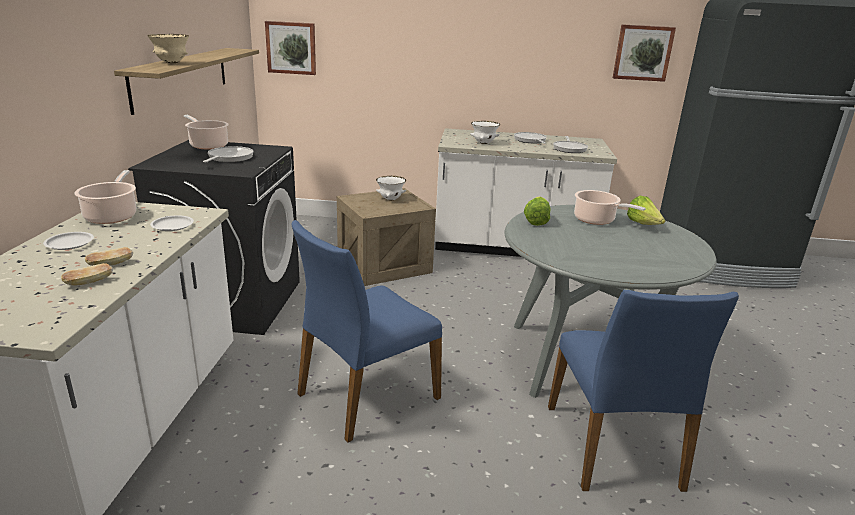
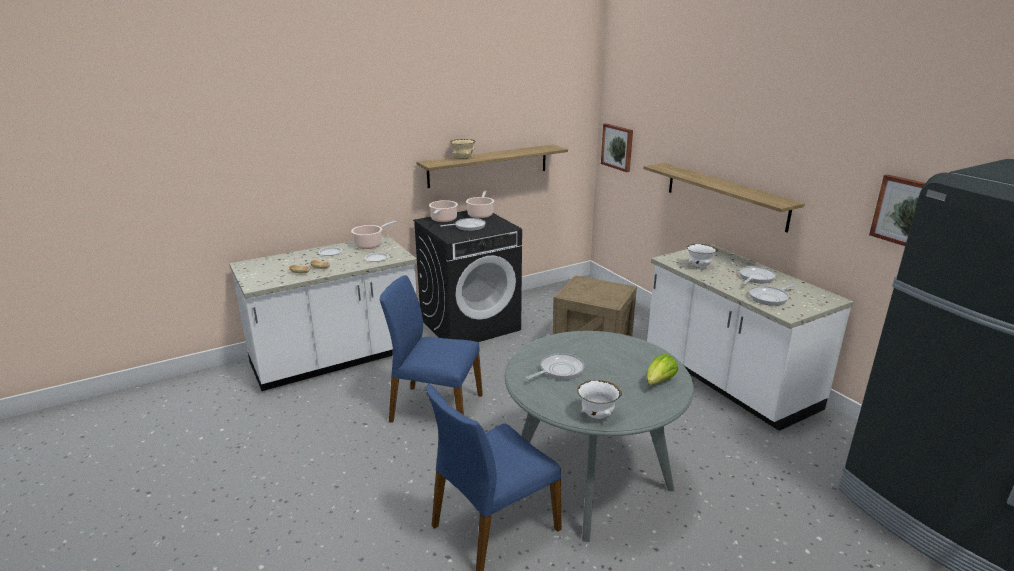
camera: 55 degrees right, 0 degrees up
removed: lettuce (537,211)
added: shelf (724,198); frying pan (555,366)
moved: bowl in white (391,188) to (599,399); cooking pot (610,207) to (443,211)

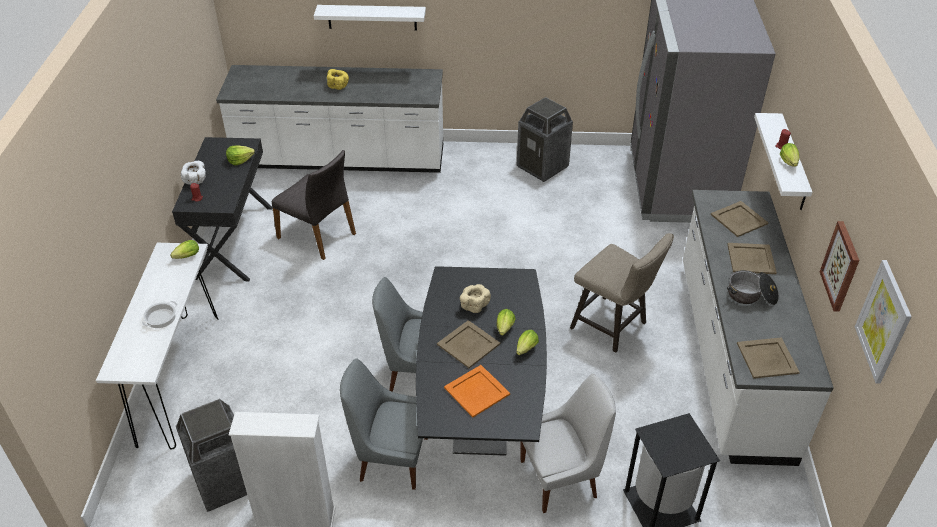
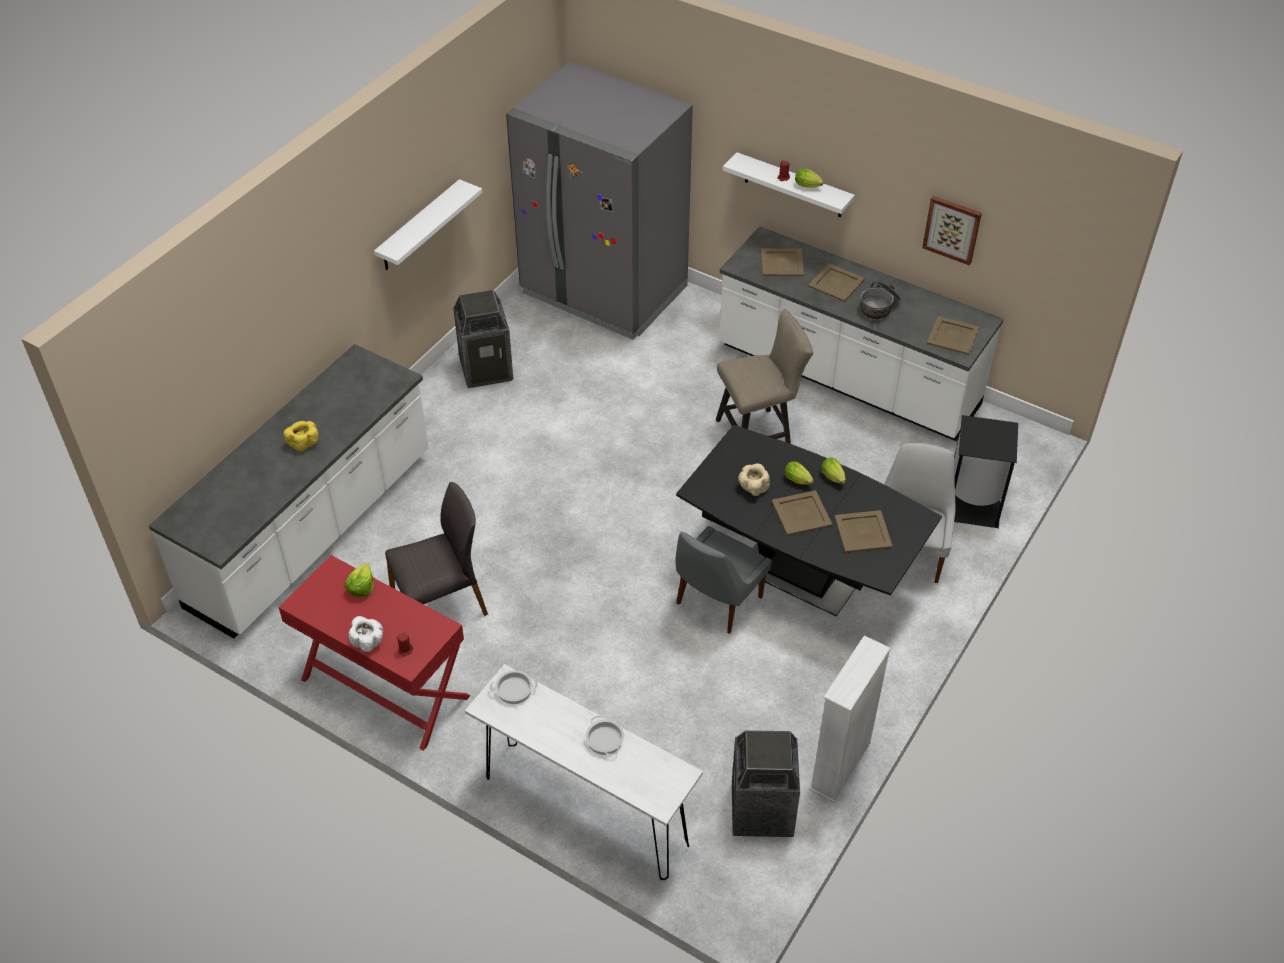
camera: 60 degrees left, 5 degrees up
removed: picture (883,322); chair in grey (384,424)
moved: shelf in white (370,17) to (428,224)
replaced: lettuce (184,249) to cooking pot (514,687)
recoloured: desk in black (222,209) to desk in red (374,653); tray in orange (477,391) to tray in beige (863,531)

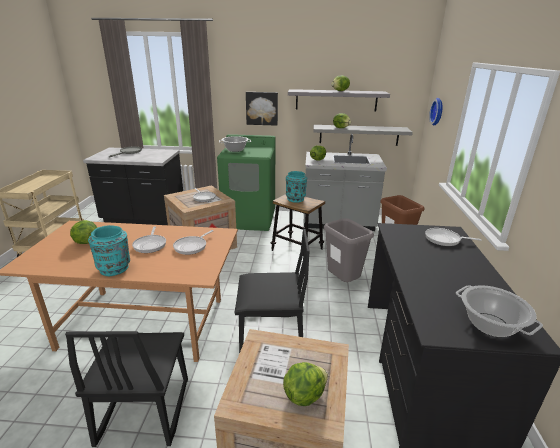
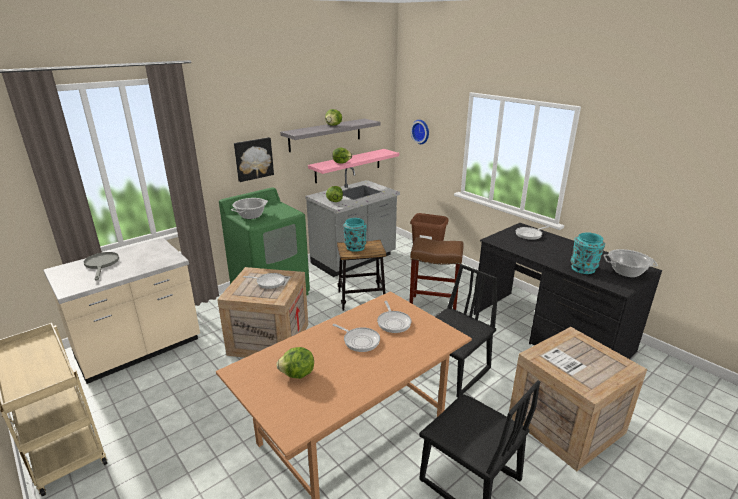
camera: 45 degrees left, 0 degrees up
removed: lettuce (305,384)
moved: vase in turquoise (109,250) to (588,253)
replaced: trash can in grey (349,250) to stool in brown (437,273)
recoloured: shelf in grey (363,135) to shelf in pink (353,166); counter in black (133,186) to counter in beige (121,311)

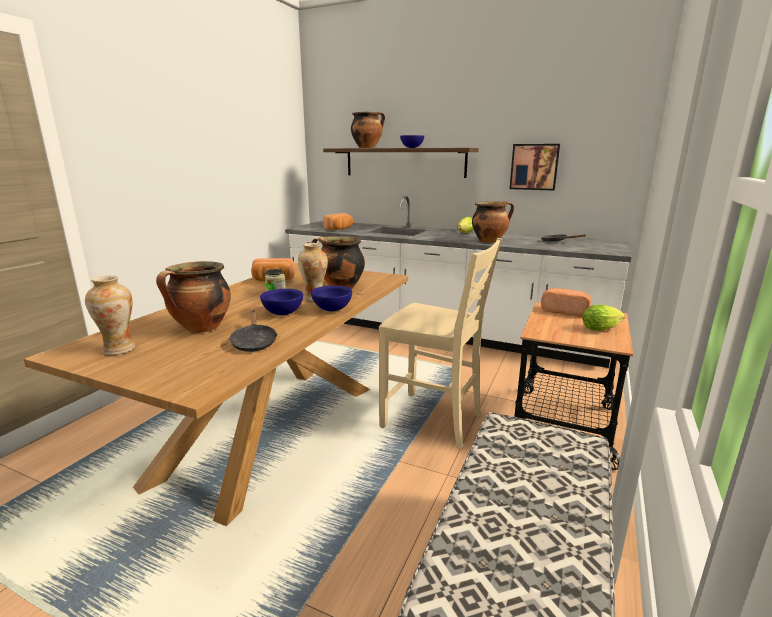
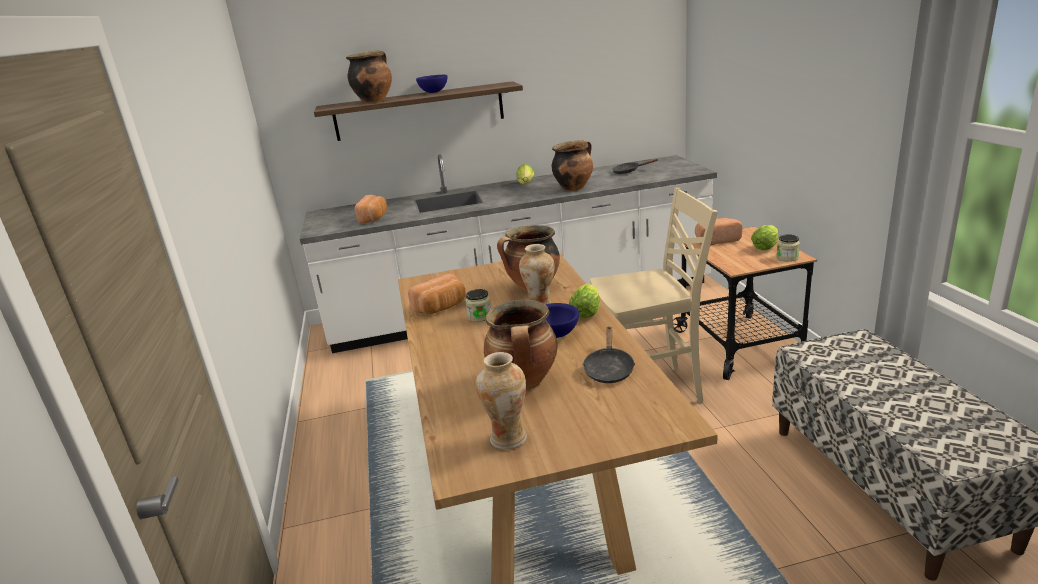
camera: 35 degrees left, 5 degrees up
removed: picture (535,167)
added: jar (788,248)
replaced: bowl in blue (331,298) to lettuce (584,301)
turned: frying pan in black (253,331) = (608,354) 60 degrees clockwise

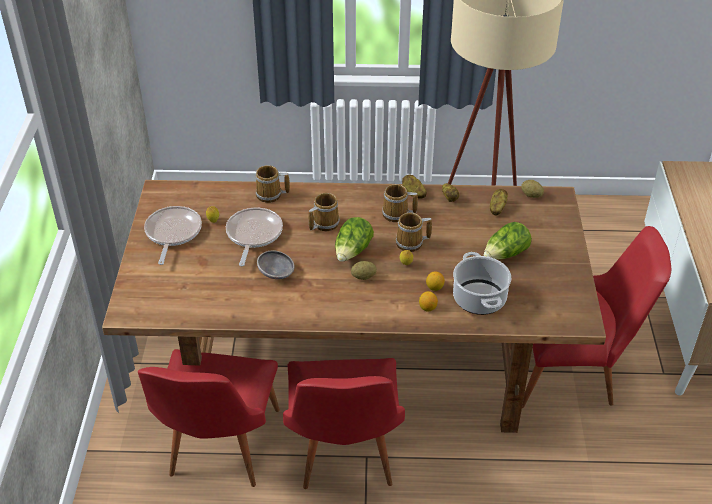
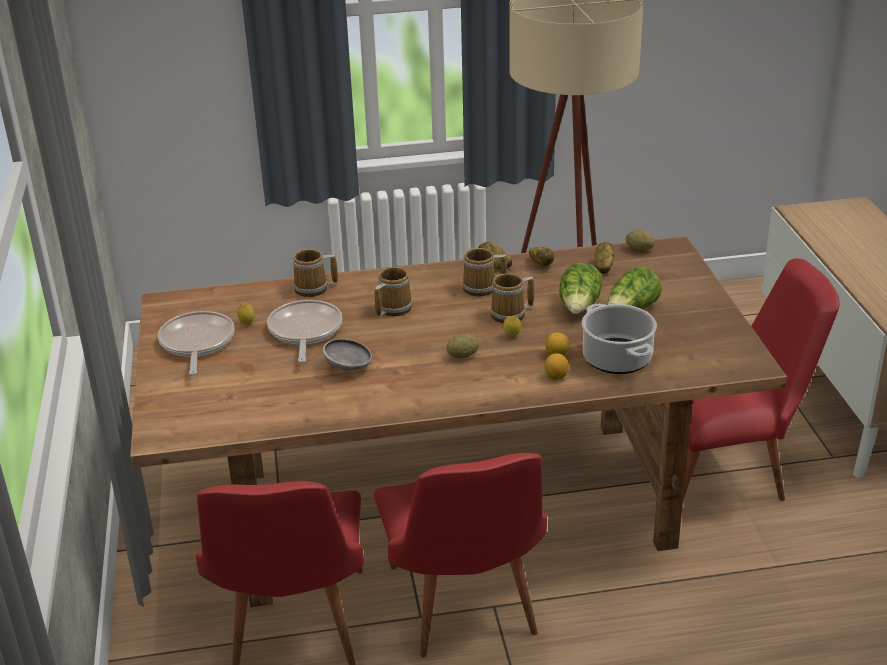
camera: 10 degrees left, 10 degrees down
moved: lettuce (354,239) to (580,288)

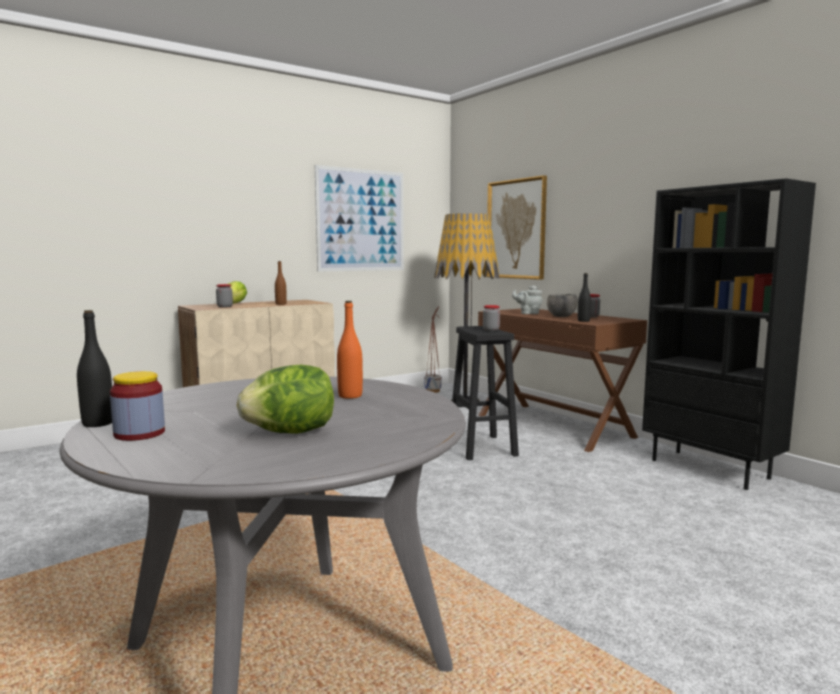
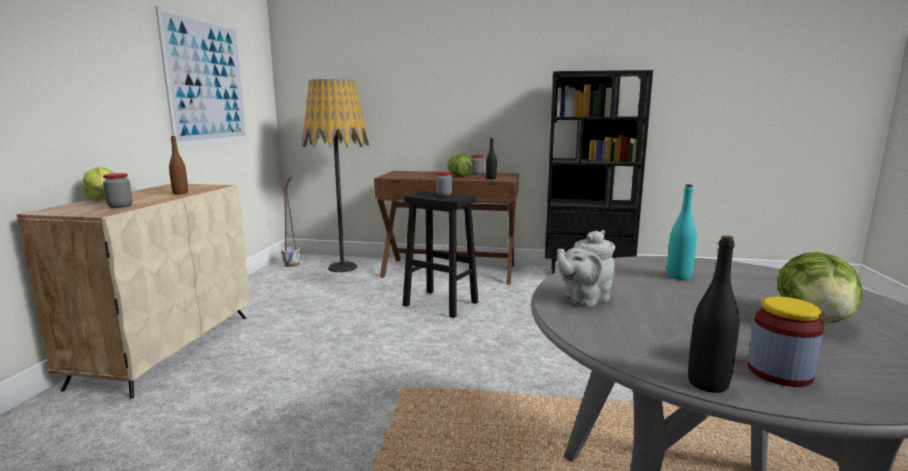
camera: 45 degrees left, 5 degrees up
removed: picture (516,227)
moved: teapot in grey (527,299) to (586,268)
replaced: bowl in grey (562,305) to lettuce (459,165)
recoloured: bottle in orange (350,350) to bottle in turquoise (682,232)

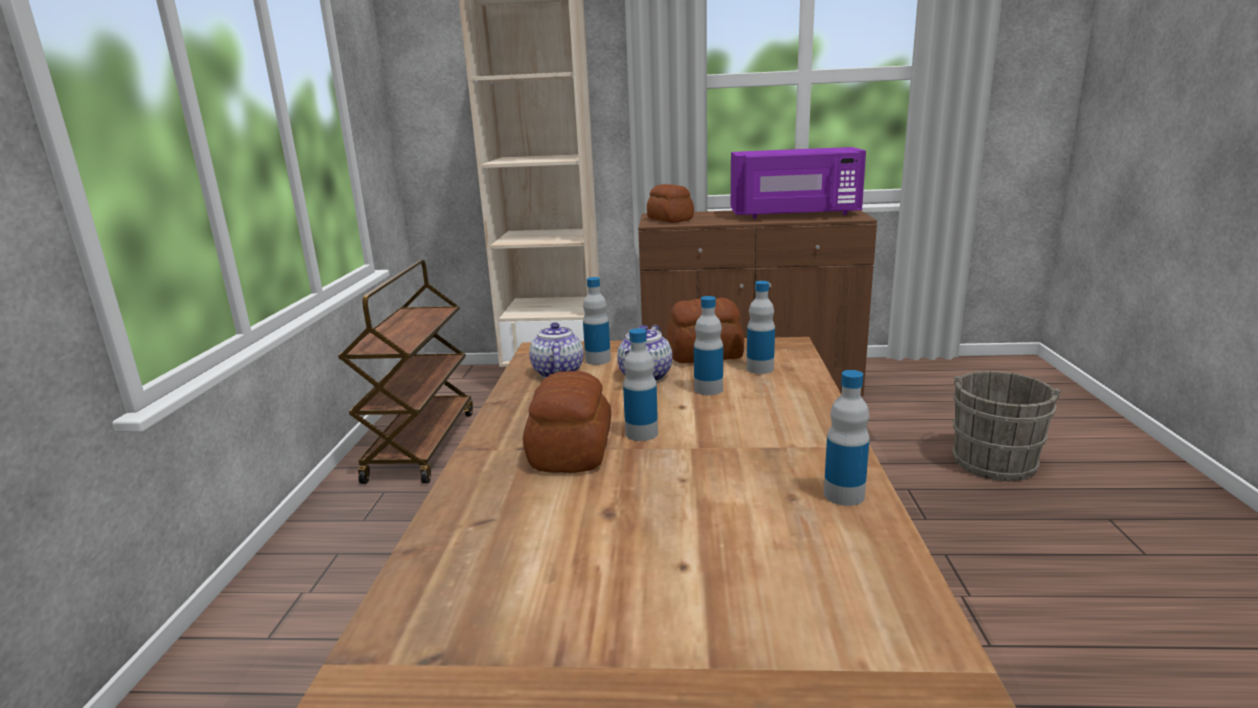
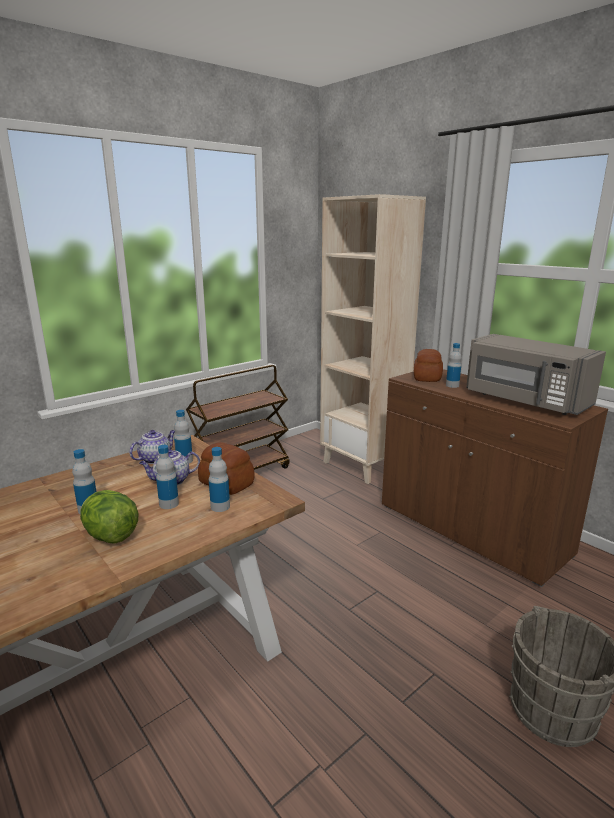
camera: 45 degrees right, 0 degrees up
removed: bread (567,422)
added: lettuce (109,517)
moved: bottle (847,438) to (454,365)
recoloured: microwave in purple (798,182) to microwave in grey (536,374)

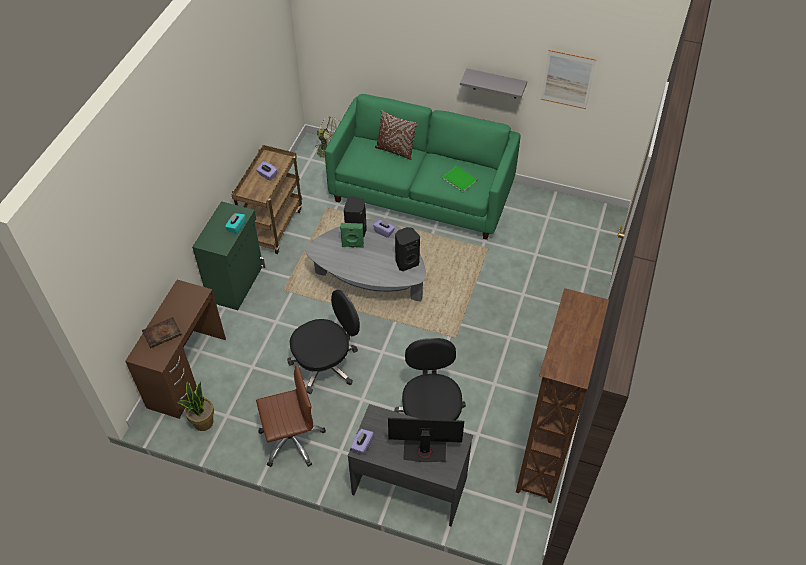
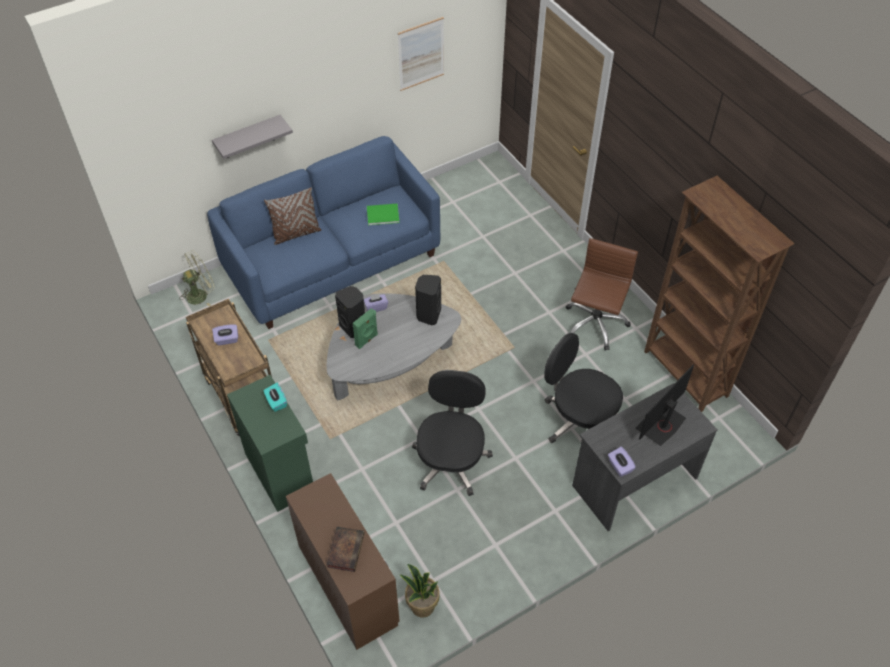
camera: 50 degrees left, 0 degrees up
moved: shelf in grey (493,83) to (252,137); office chair in brown (291,416) to (602,294)
recoloured: sofa in green (422,167) to sofa in blue (323,232)

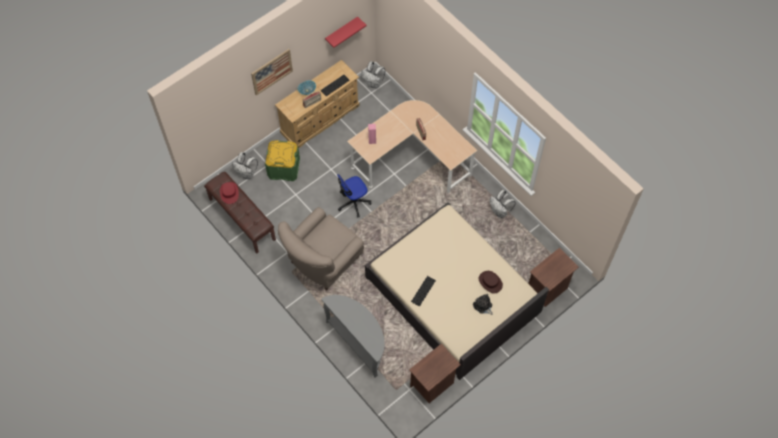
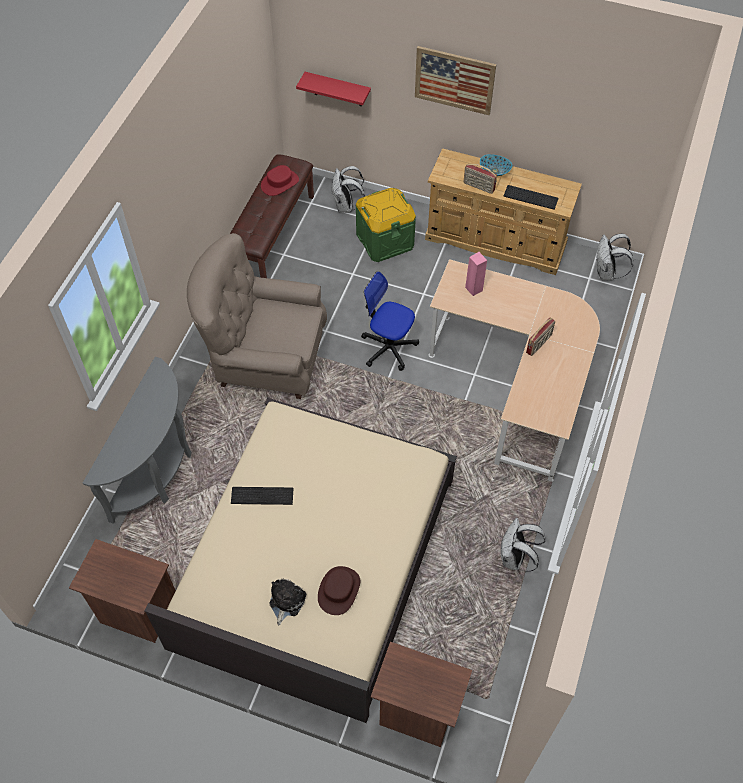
camera: 60 degrees right, 5 degrees down
moved: shelf in red (346,32) to (333,89)

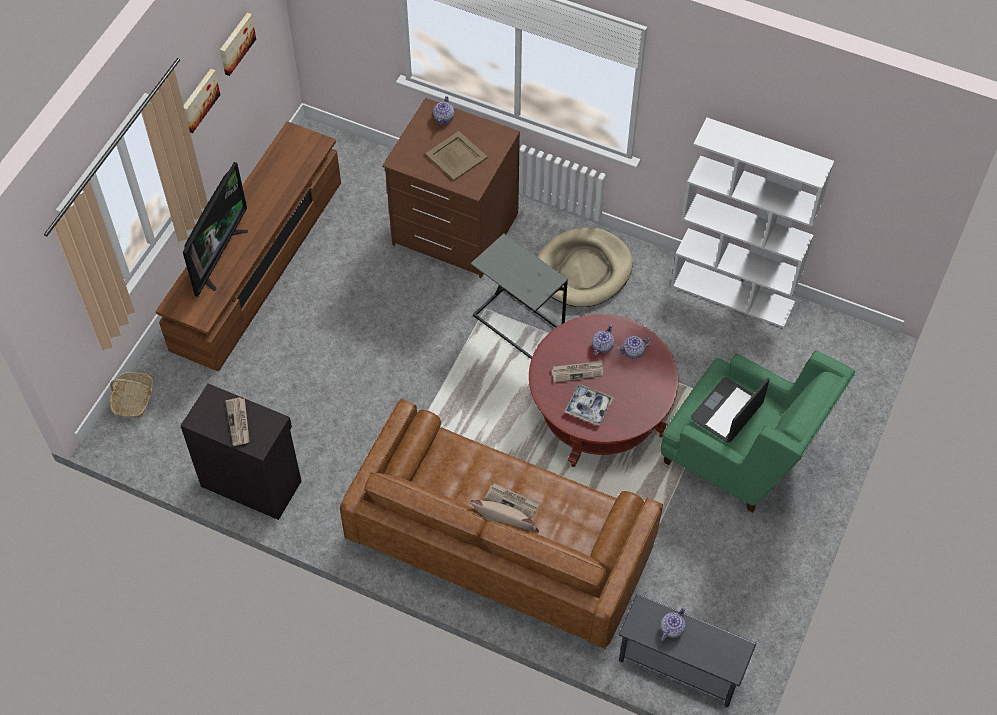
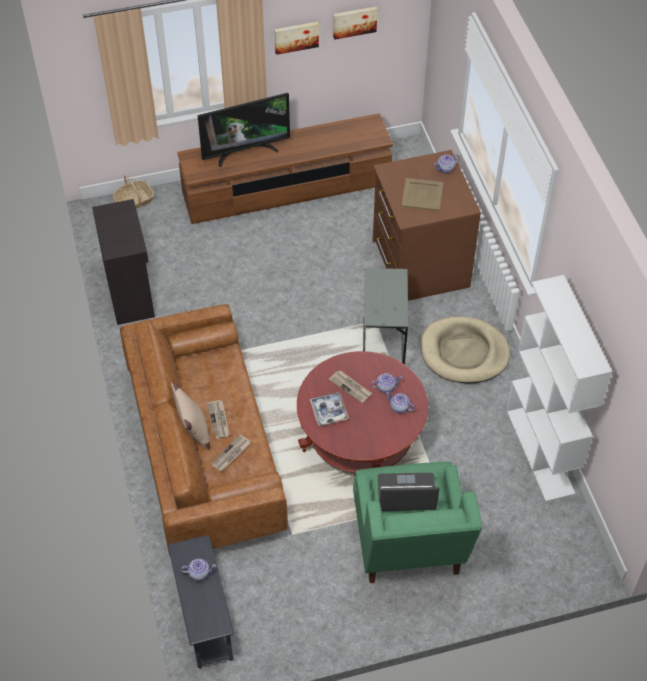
camera: 50 degrees right, 5 degrees down
moved: newspaper (238,421) to (231,452)

